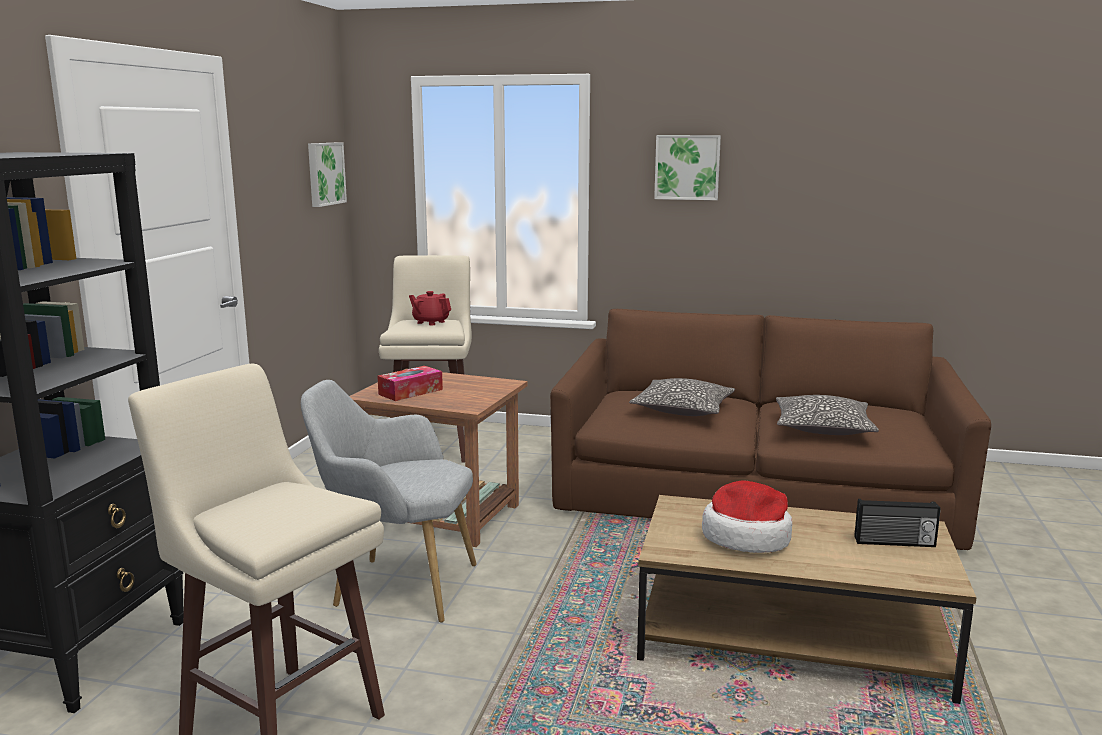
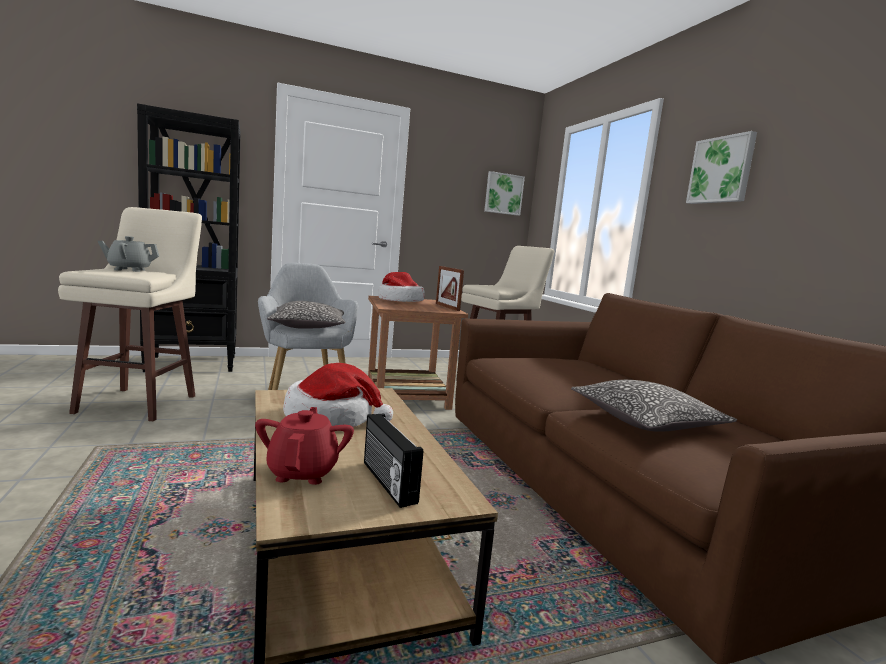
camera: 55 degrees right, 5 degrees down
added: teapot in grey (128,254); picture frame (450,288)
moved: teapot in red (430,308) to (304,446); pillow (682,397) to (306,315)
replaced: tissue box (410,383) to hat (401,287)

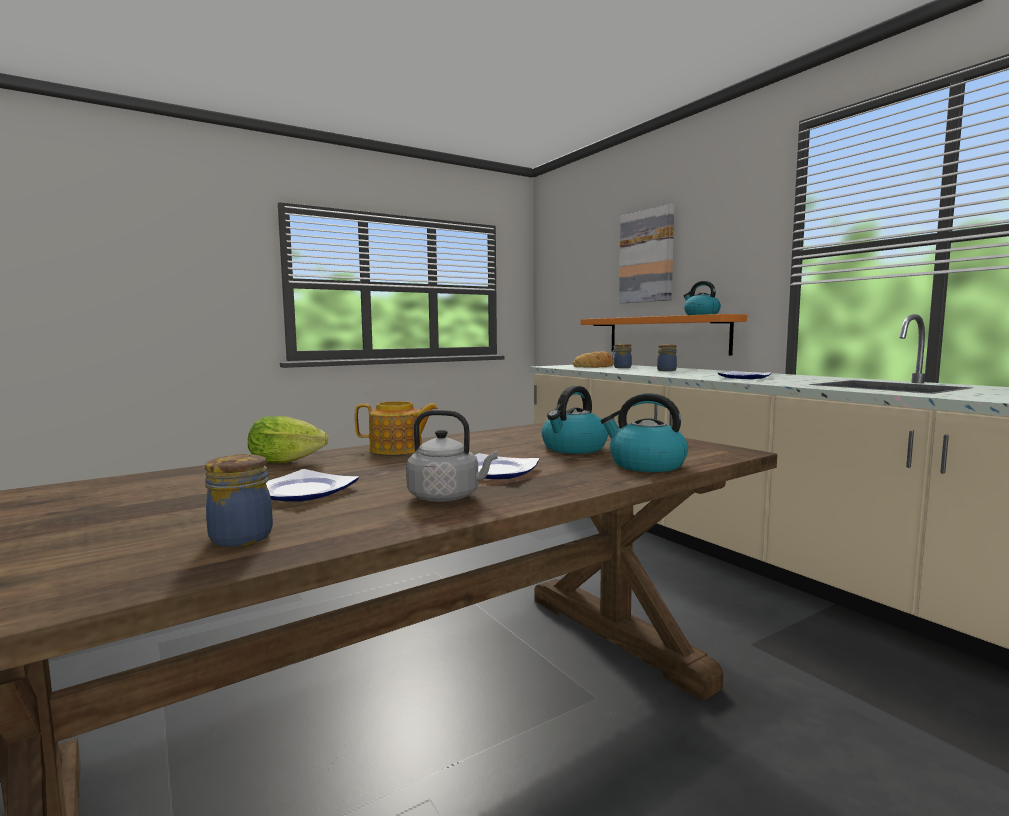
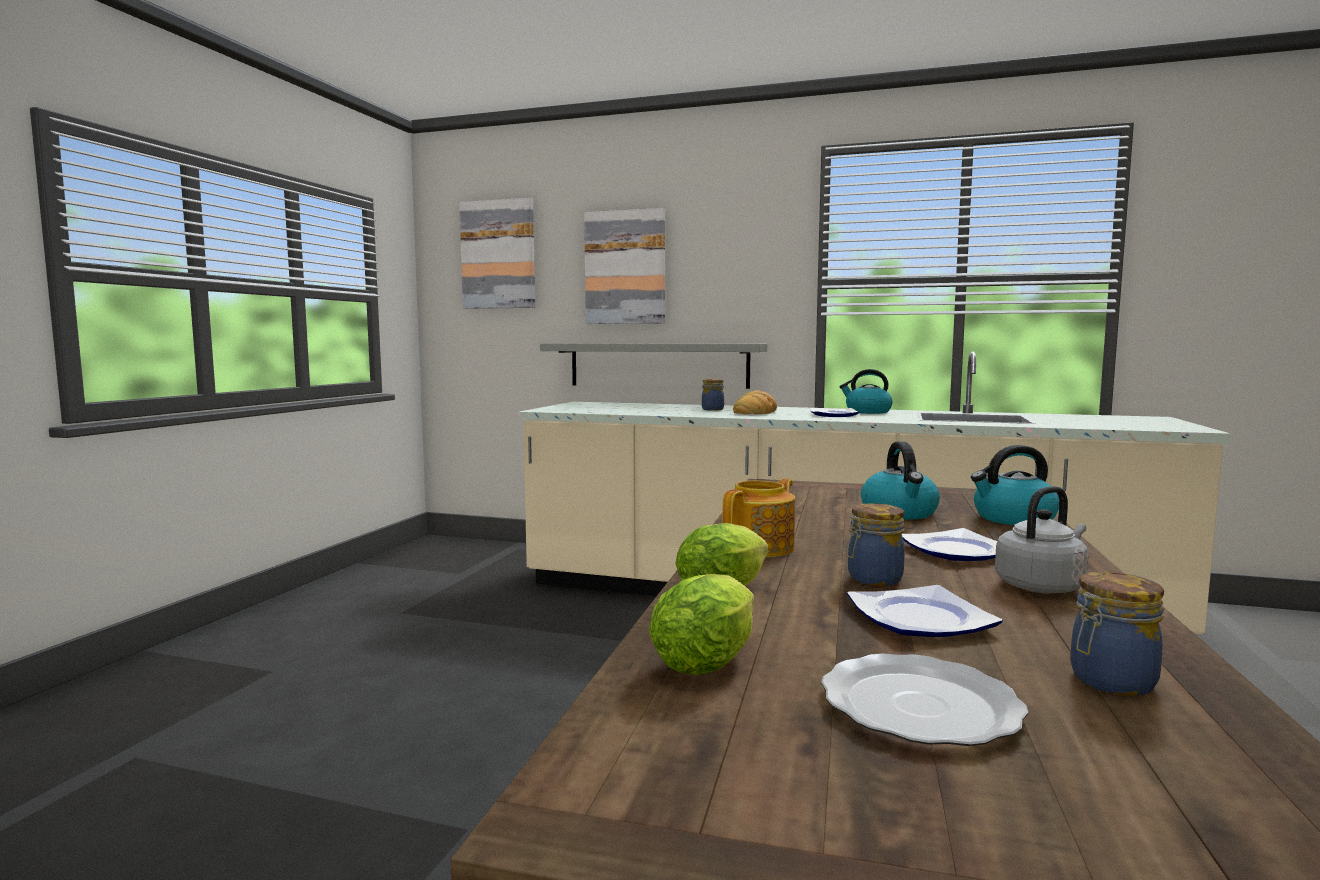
camera: 40 degrees left, 0 degrees up
added: picture (497,253); lettuce (701,624); plate (924,700)
moved: kettle (702,298) to (866,391); jar (622,355) to (876,544); bread (593,359) to (755,402)
recoloured: shelf in orange (664,335) to shelf in grey (653,366)

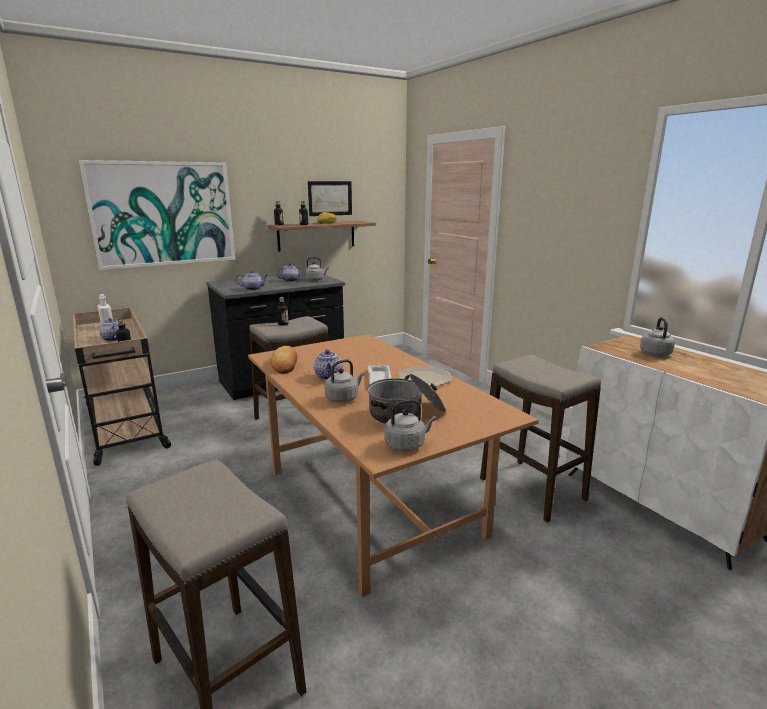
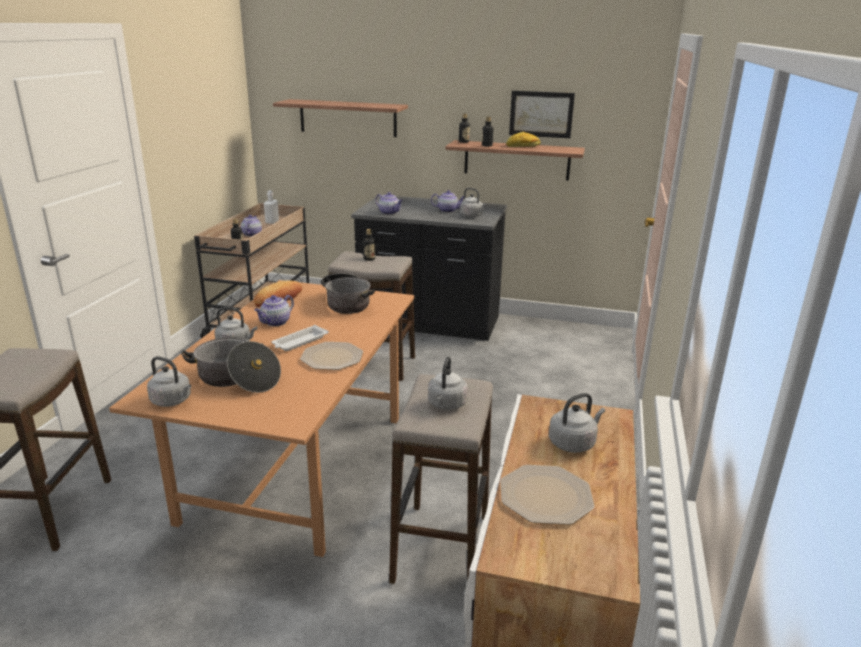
camera: 45 degrees right, 5 degrees up
added: cooking pot (348,293); kettle in grey (448,383); plate (547,495)
replaced: picture (157,215) to shelf (340,118)

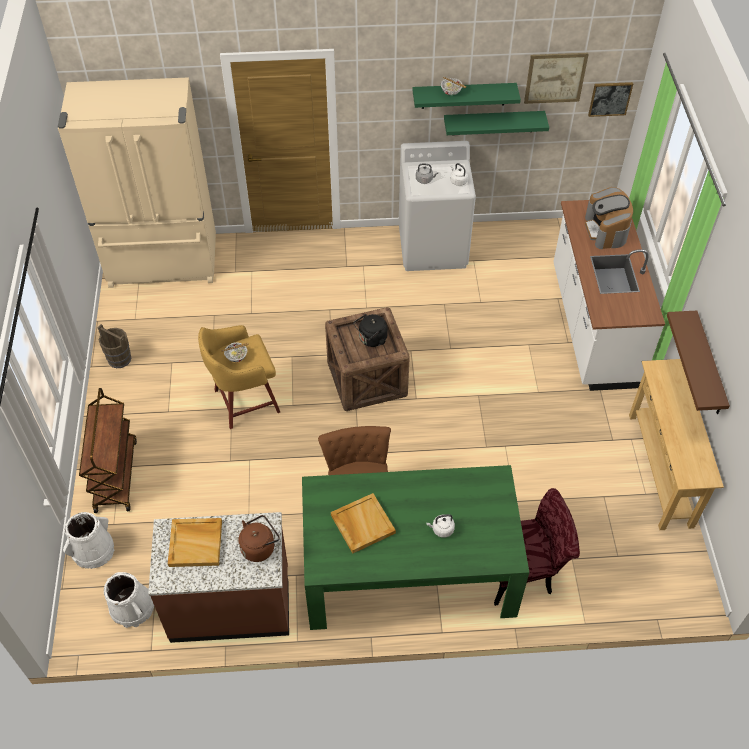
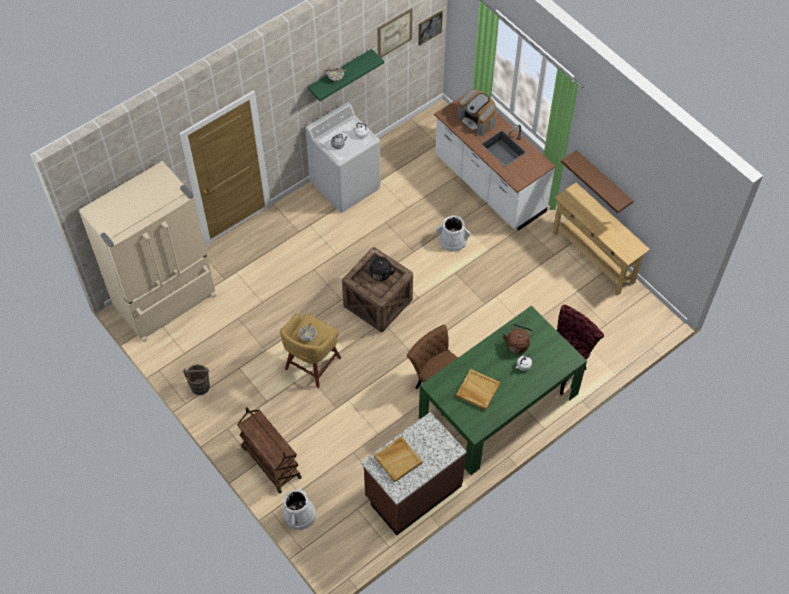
camera: 35 degrees left, 5 degrees up
removed: shelf in green (496,123)
moved: kettle in brown (259,538) to (518,339); bucket in white (129,600) to (453,234)

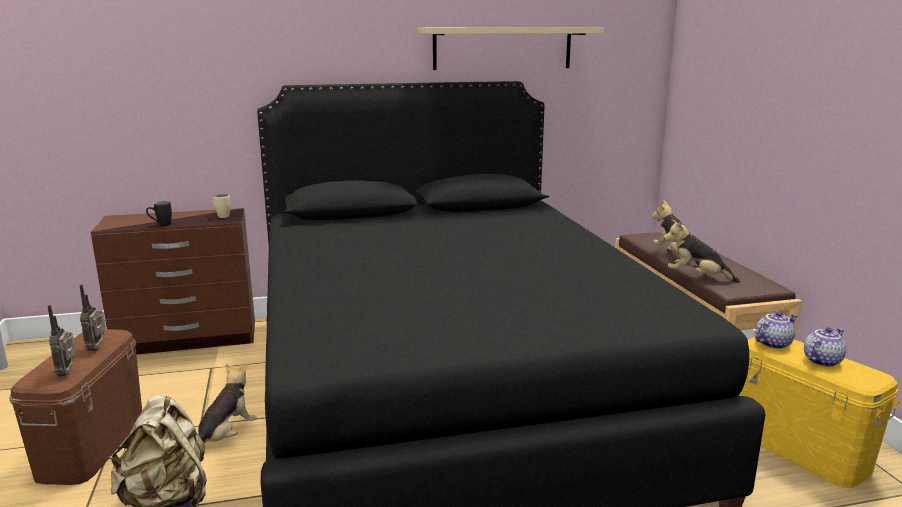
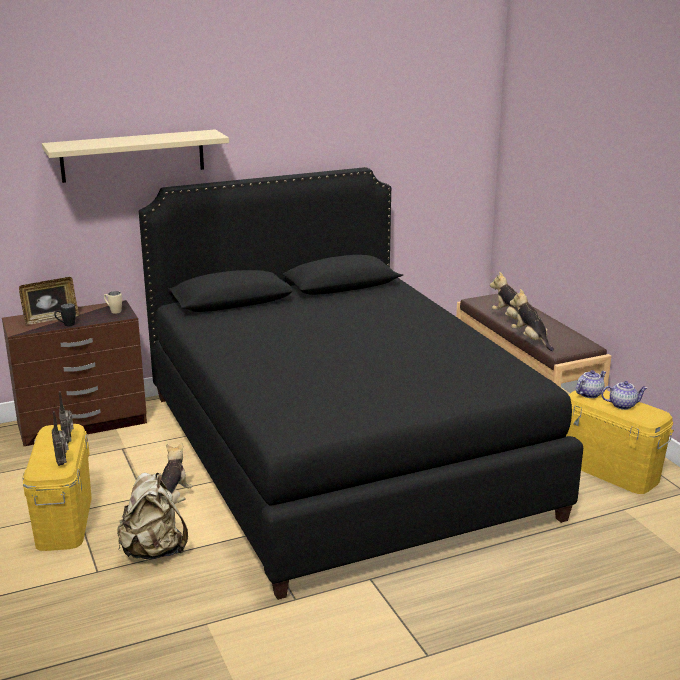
camera: 10 degrees left, 5 degrees up
added: picture frame (49,301)
moved: shelf in beige (511,48) to (135,156)
recoloured: storage box in brown (75,407) to storage box in yellow (57,487)
turned: plush toy (702,251) = (532,320) 45 degrees clockwise; teapot (825,347) = (624,395) 45 degrees clockwise

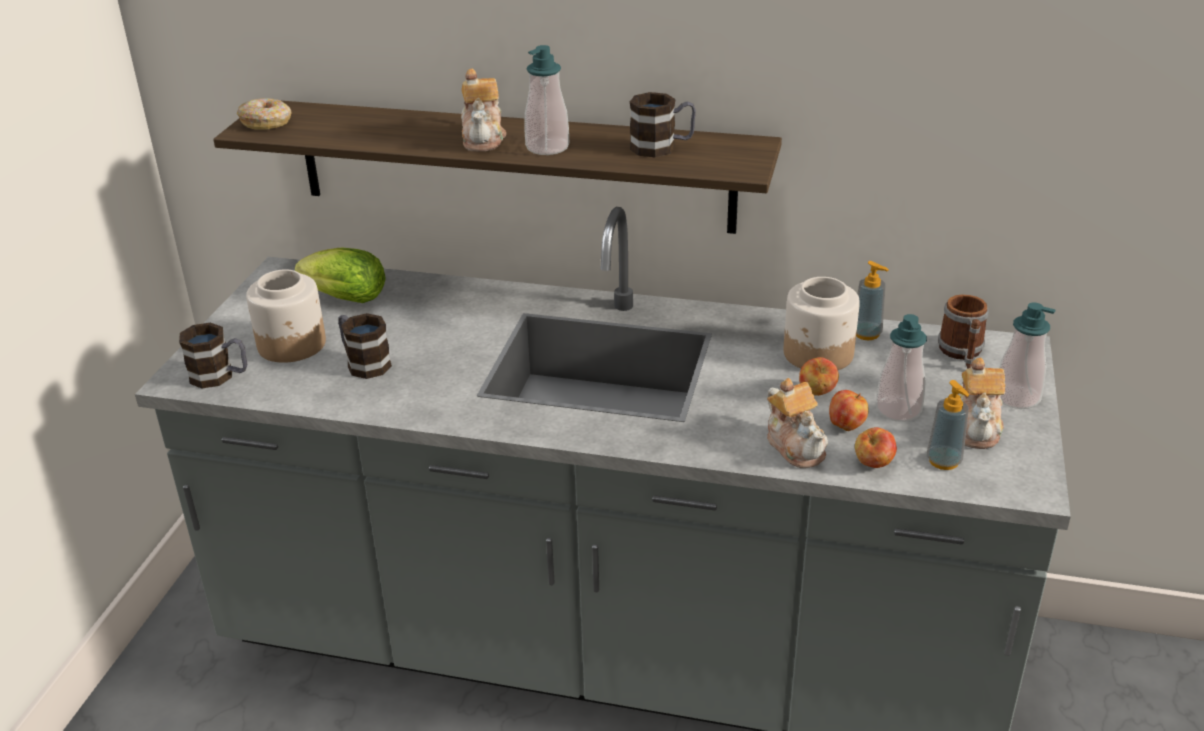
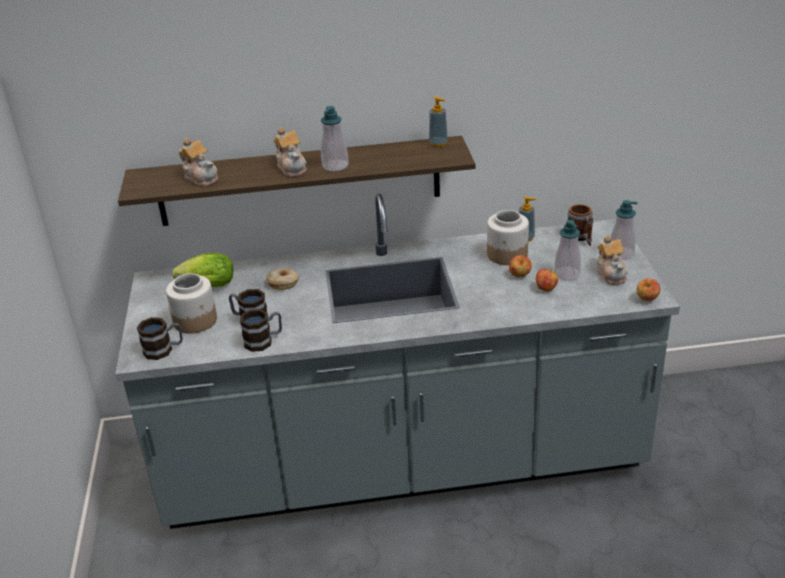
camera: 20 degrees left, 0 degrees up
moved: mug (663,124) to (261,330); donut (264,114) to (282,279); teapot (797,423) to (198,162); soap dispenser (948,425) to (438,121); apple (876,447) to (648,289)

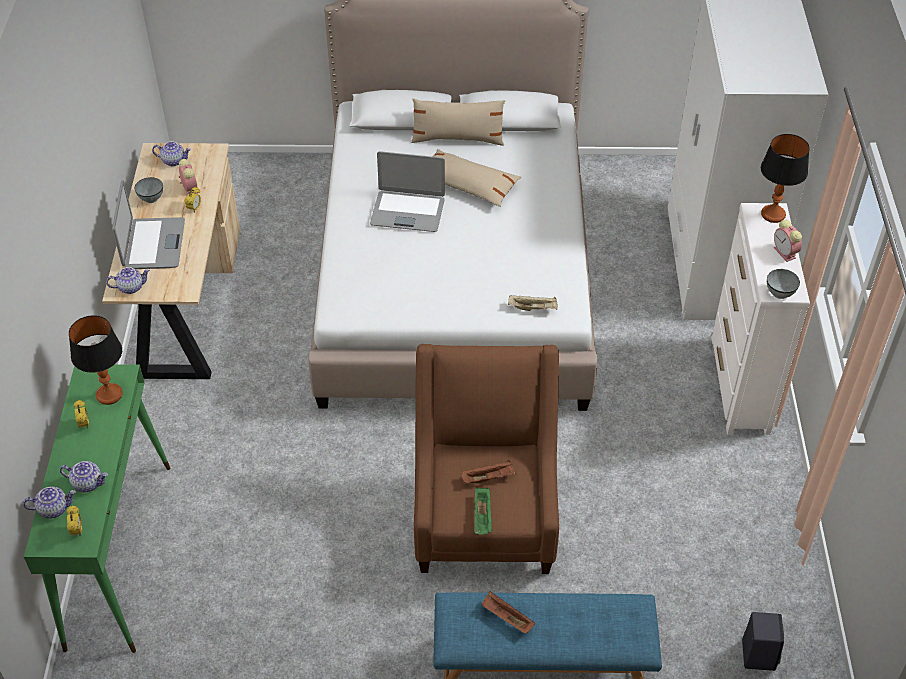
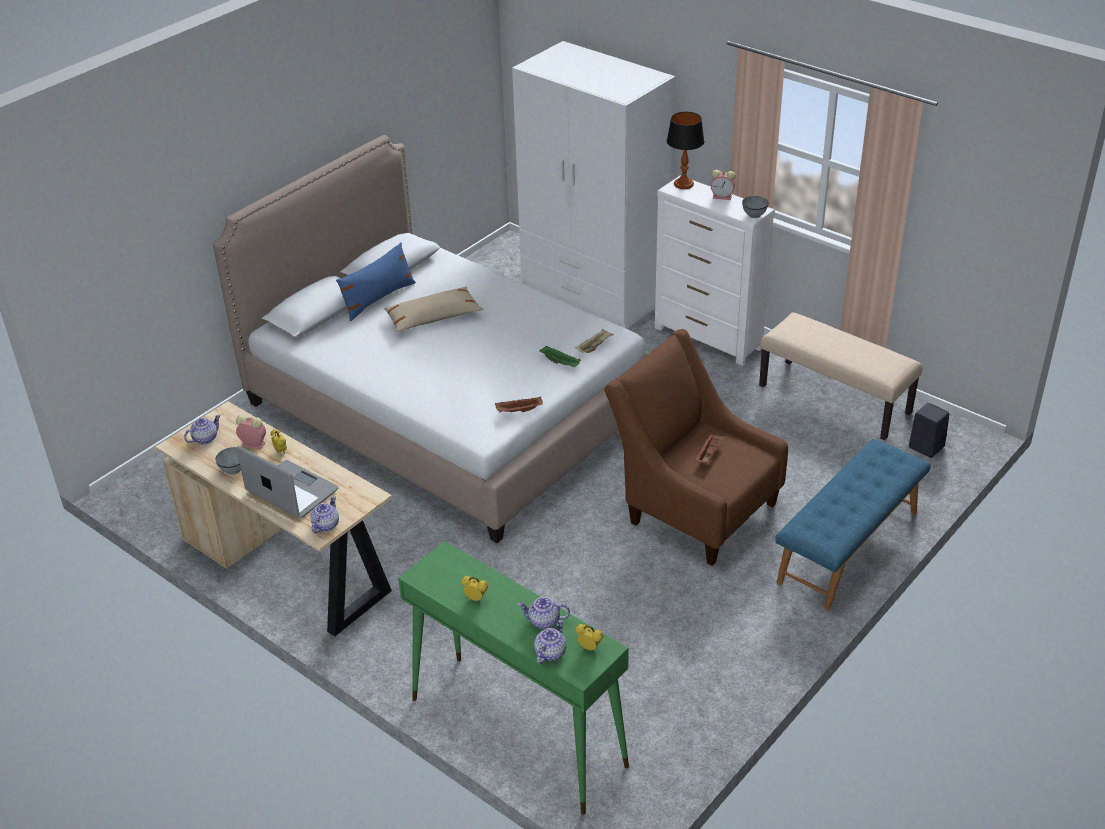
camera: 50 degrees left, 10 degrees down
removed: laptop (407,191); table lamp (96,360)
added: bench in beige (841,376)
moved: tray in green (483,511) to (560,356); tray in brown (508,612) to (519,404)
recoloured: pillow in beige (458,122) to pillow in blue (376,282)
turned: teapot (84,477) = (543,613) 135 degrees counterclockwise

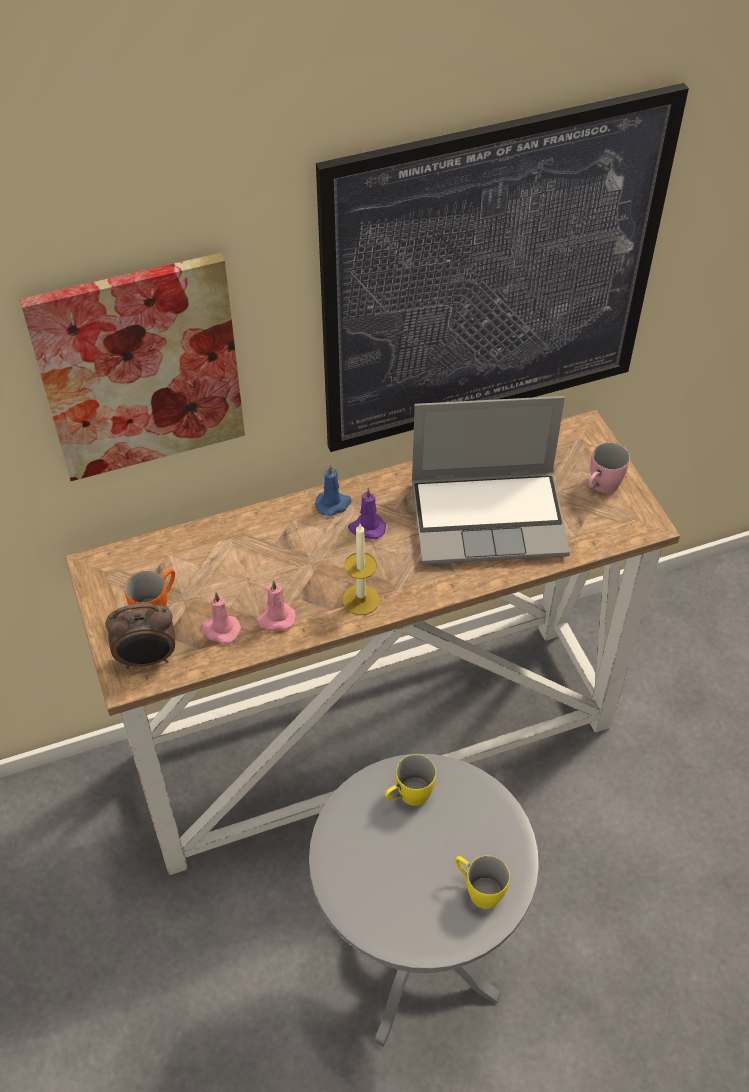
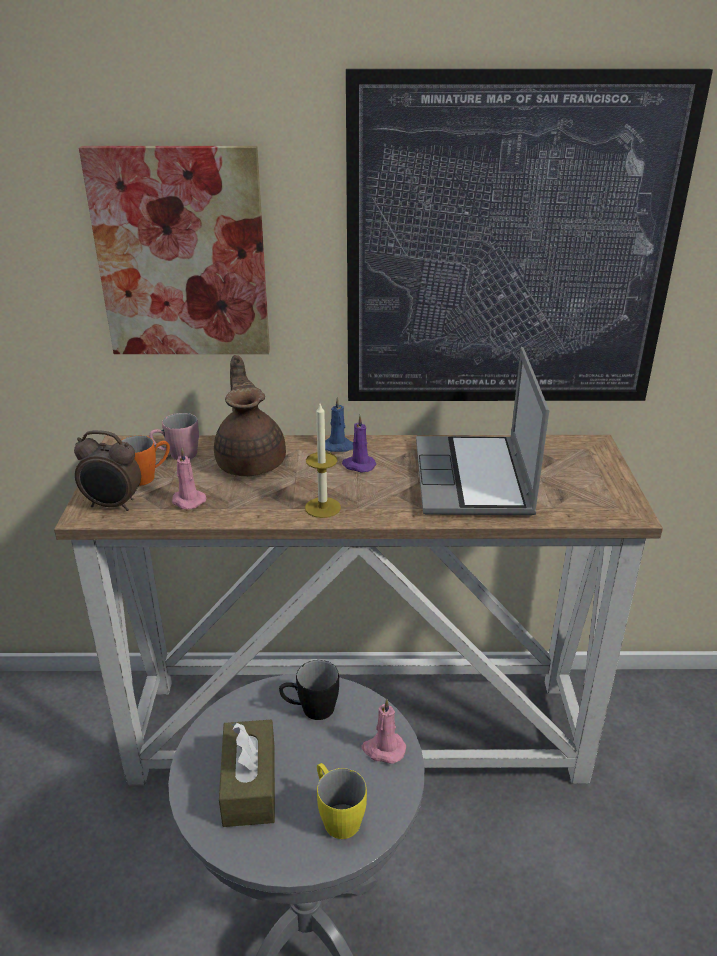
camera: 20 degrees right, 20 degrees down
added: teapot in brown (250,415); tissue box in brown (247,773)
moved: mug in pink (609,467) to (174,436); candle in pink (276,605) to (384,731)
recoloured: mug in yellow (410,780) to mug in black (309,690)
turned: laptop (491,480) = (482,431) 75 degrees clockwise

